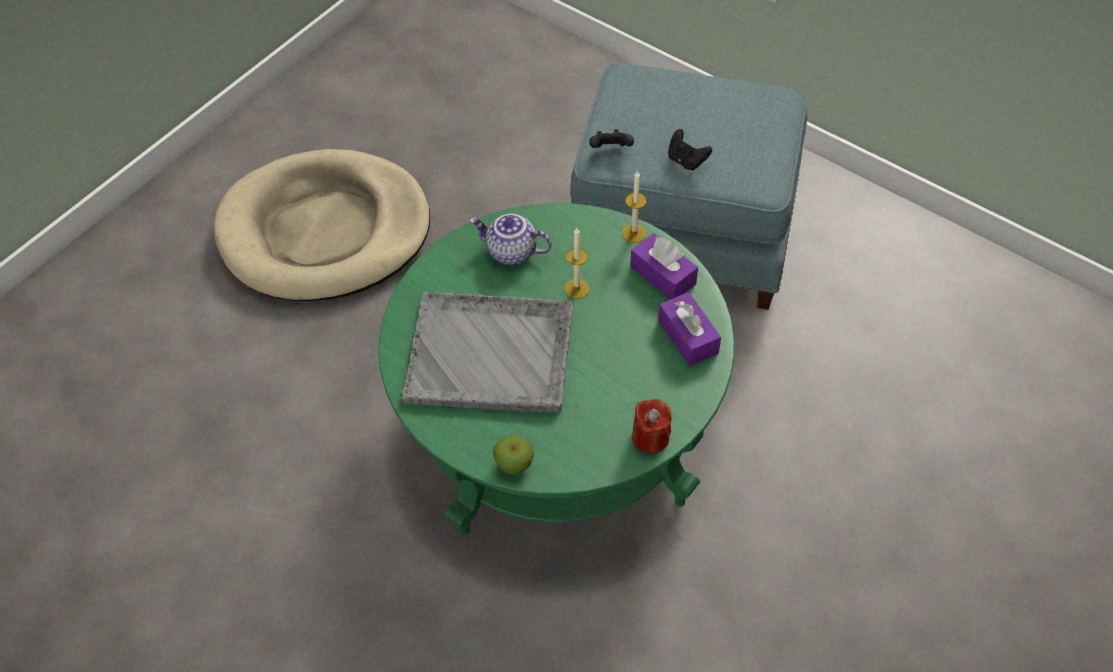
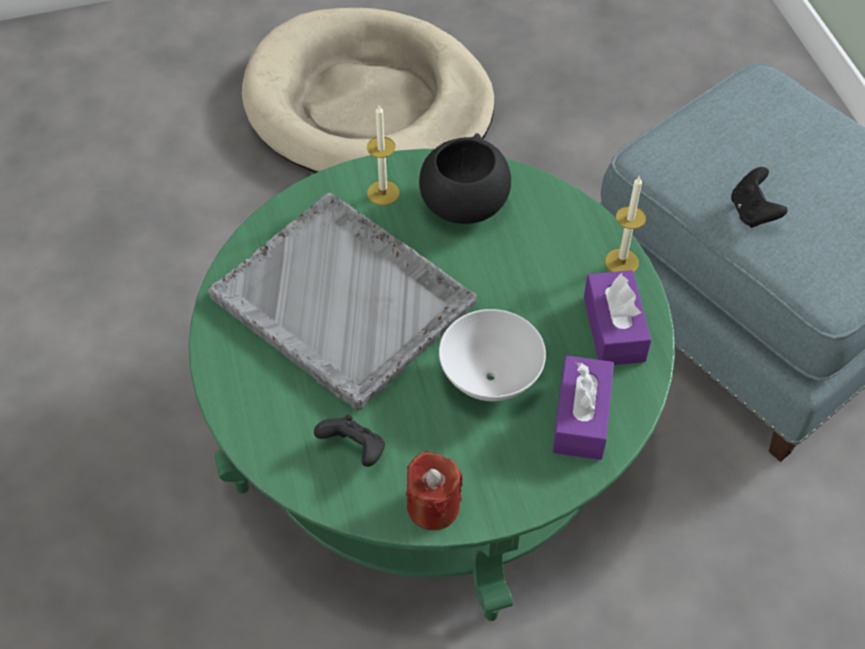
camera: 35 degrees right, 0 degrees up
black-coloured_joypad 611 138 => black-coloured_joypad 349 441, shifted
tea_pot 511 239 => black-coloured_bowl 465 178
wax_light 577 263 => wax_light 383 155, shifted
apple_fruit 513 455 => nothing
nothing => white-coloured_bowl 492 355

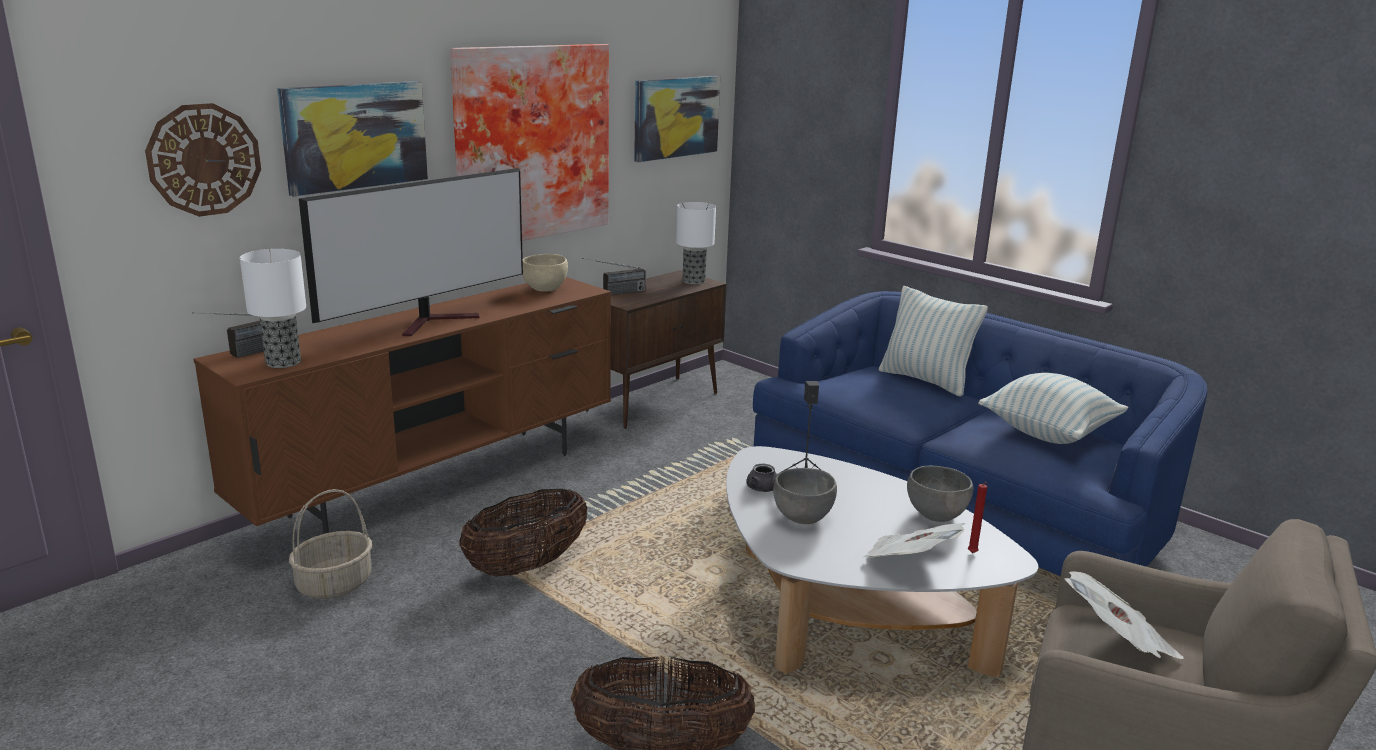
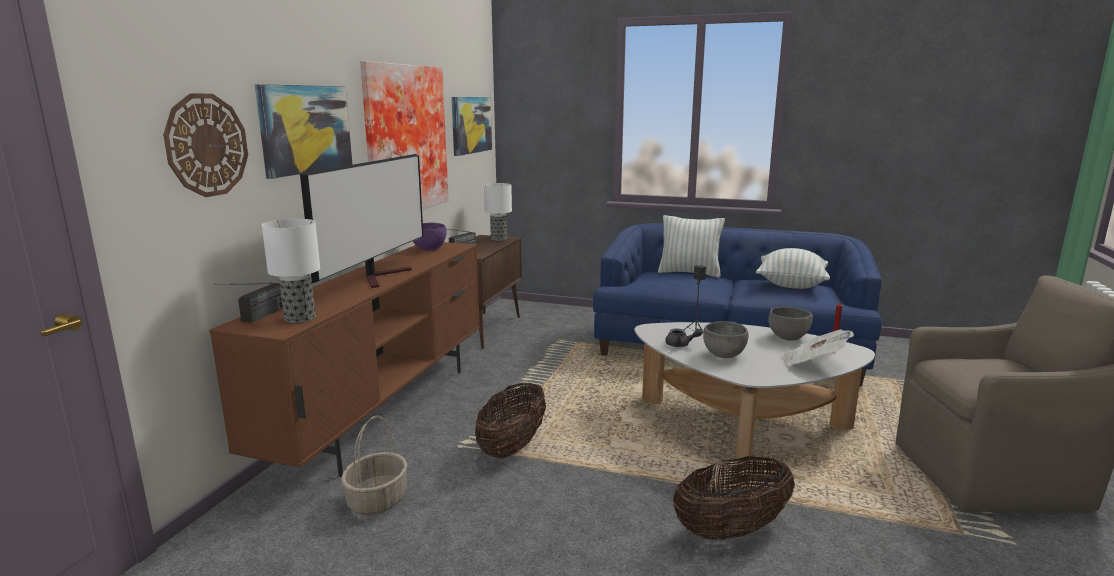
camera: 25 degrees left, 5 degrees down
beige-coloured_bowl 545 273 => purplish_bowl 430 236
newspaper 1124 615 => nothing

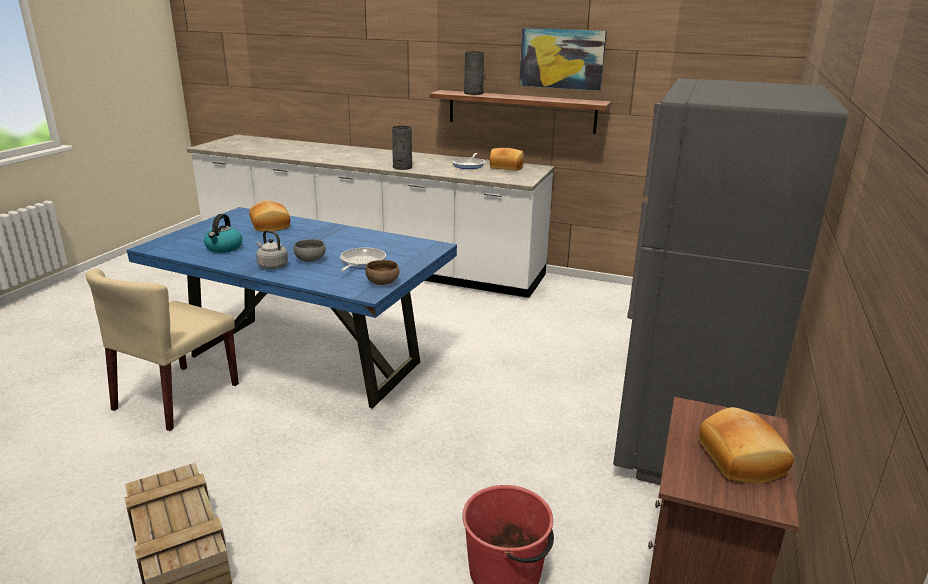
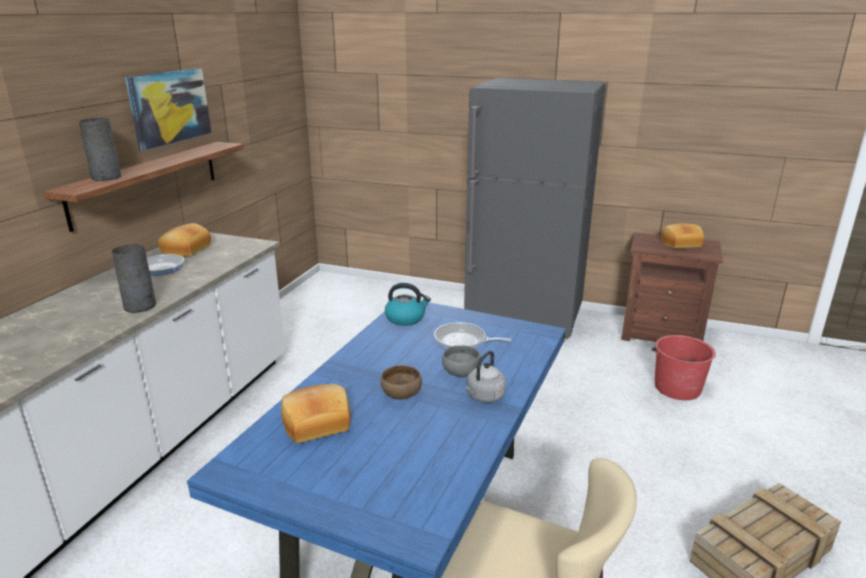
camera: 90 degrees left, 0 degrees up
water_kettle 223 233 => water_kettle 408 304, shifted
brownish_bowl 382 272 => brownish_bowl 401 382, shifted

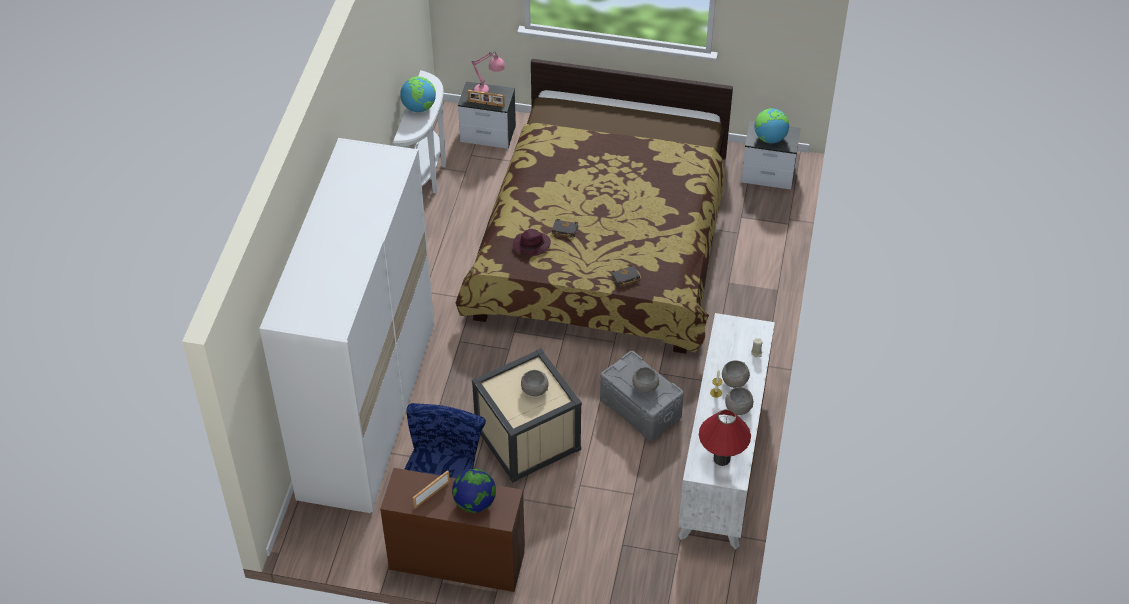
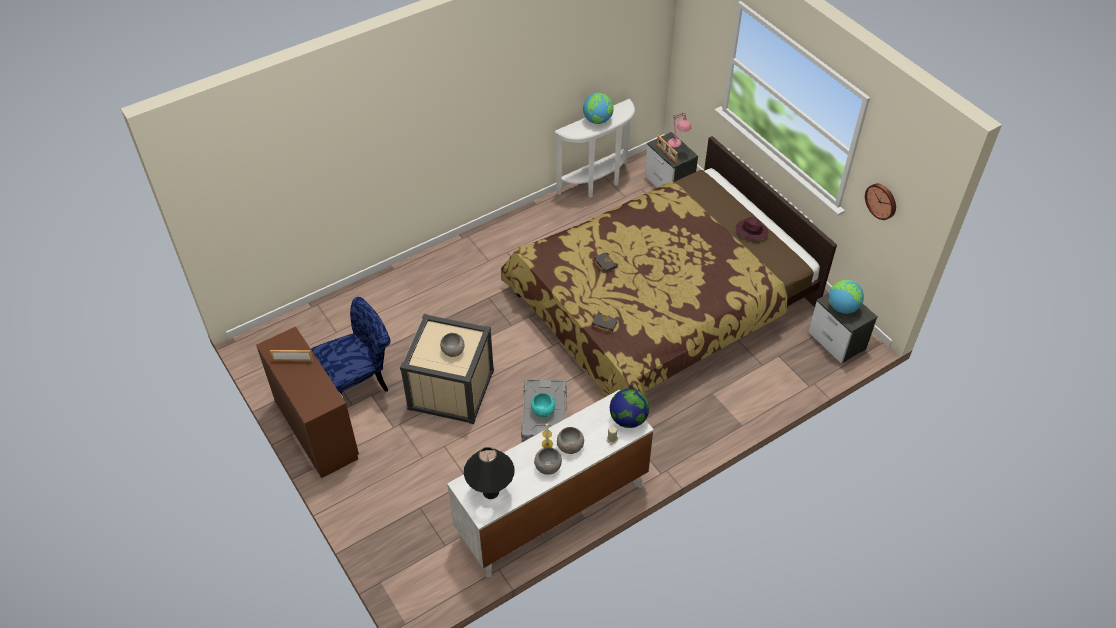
camera: 45 degrees right, 0 degrees up
white-coloured_armoire 346 325 => nothing
purplish_hat 532 242 => purplish_hat 752 229, shifted
gray_bowl 645 380 => blue-green_bowl 543 405
reddish_table_lamp 725 437 => black-coloured_table_lamp 489 473
desk_globe 474 491 => desk_globe 629 408, shifted
nothing => clock_on_the_wall 880 202

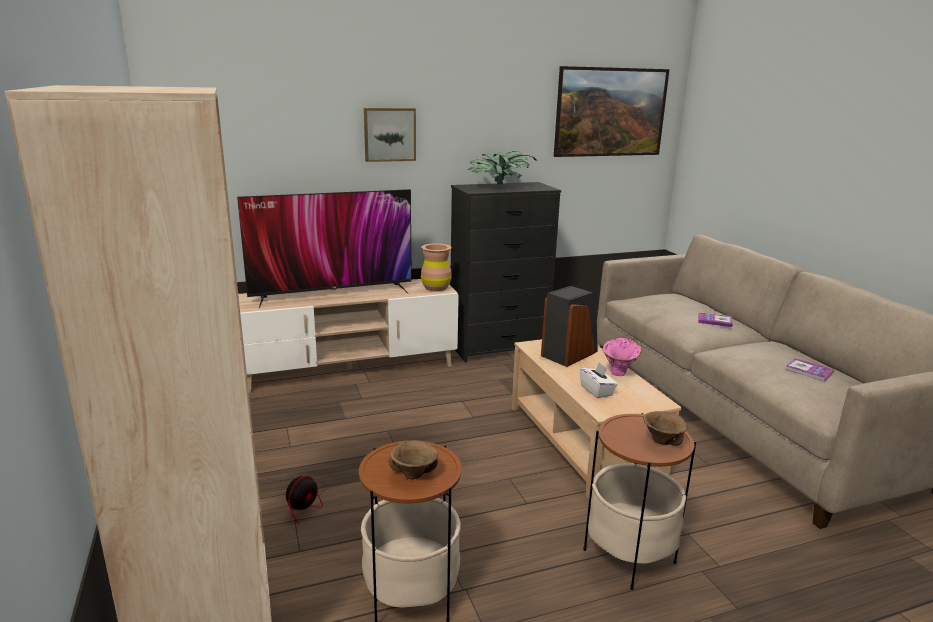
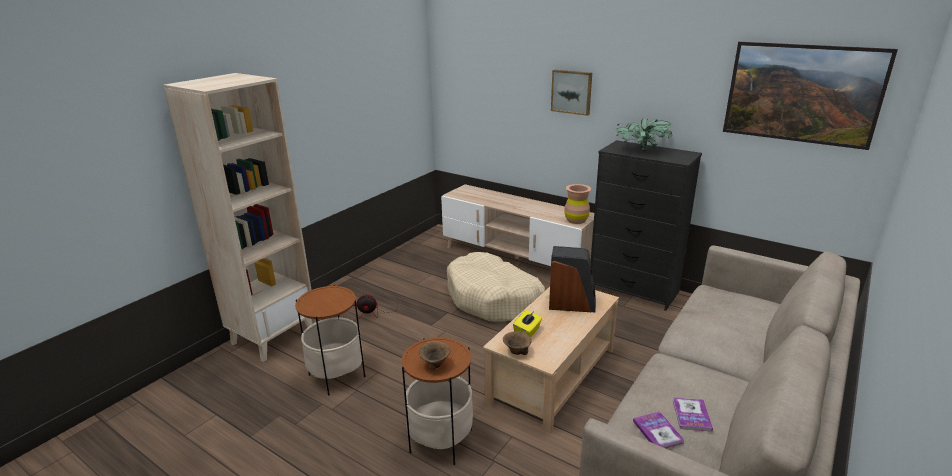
camera: 55 degrees right, 5 degrees up
television 324 248 => nothing
volume 715 319 => volume 658 429, shifted
pink-coloured_flower_vase 622 357 => nothing
white-coloured_tissue_box 598 380 => yellow_tissue_box 527 324
brownish_bowl 413 459 => brownish_bowl 517 343, shifted
nothing => beige-coloured_pet_bed 496 287

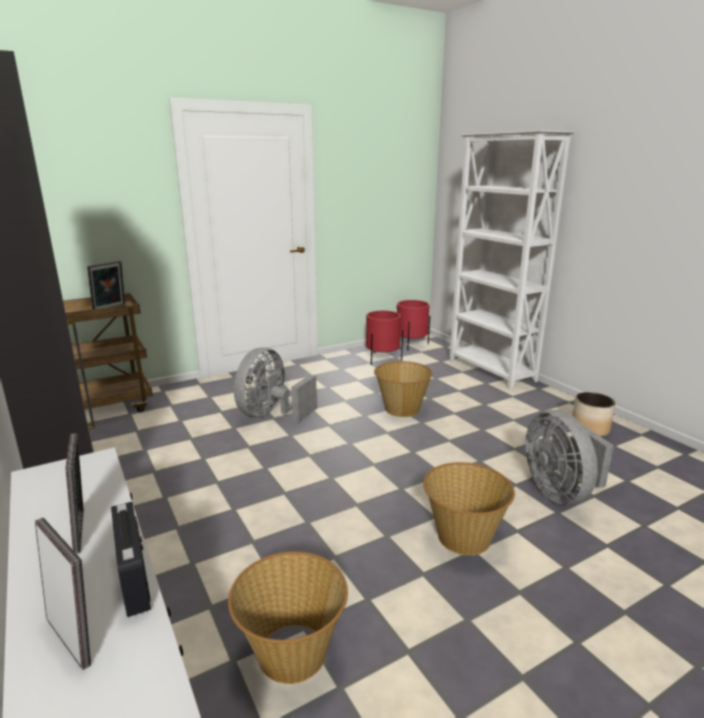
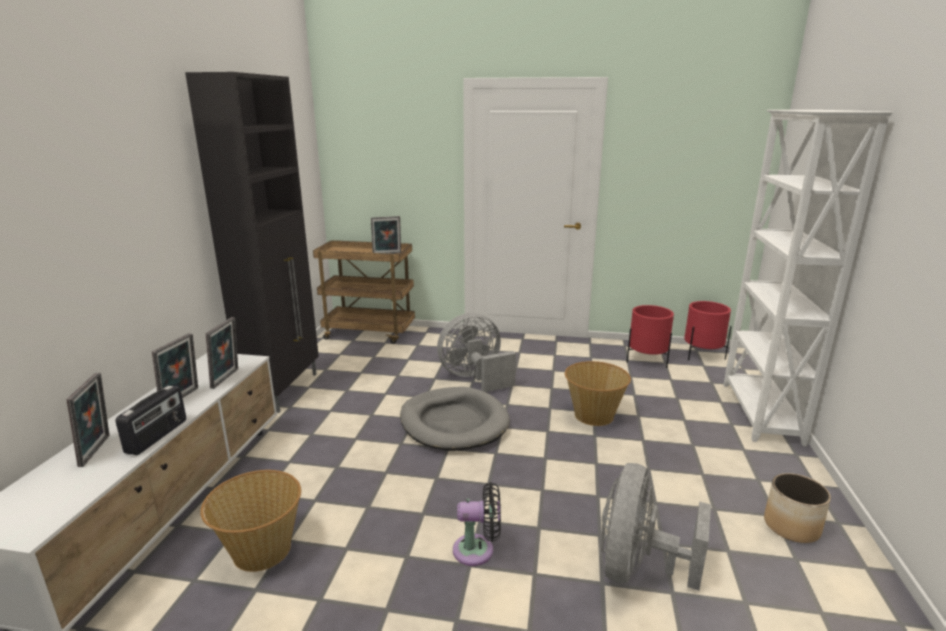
camera: 40 degrees right, 0 degrees up
storage_basket 469 508 => black-coloured_electric_fan 477 524
nothing => picture_frame 222 353
nothing => gray_pet_bed 455 419

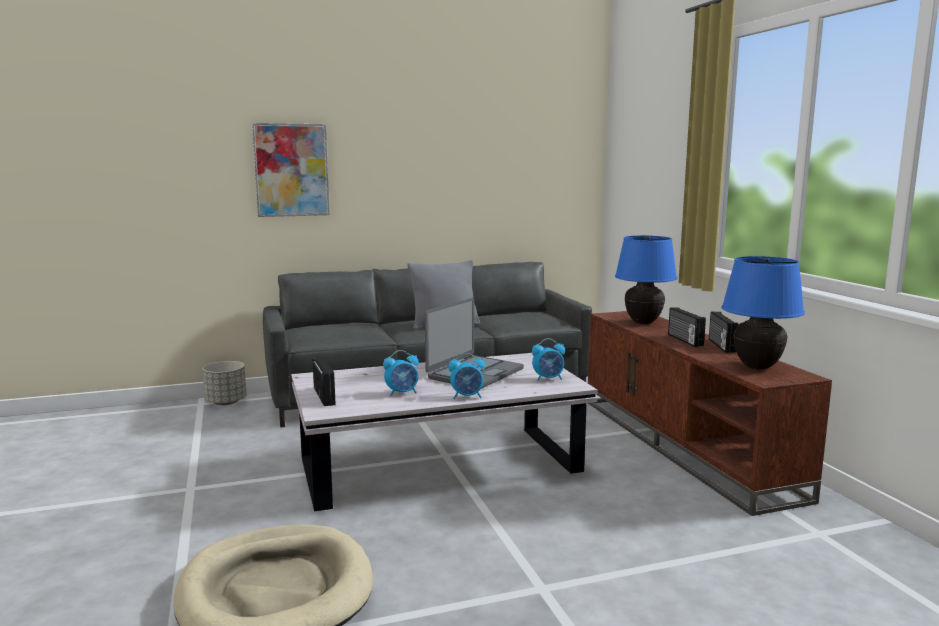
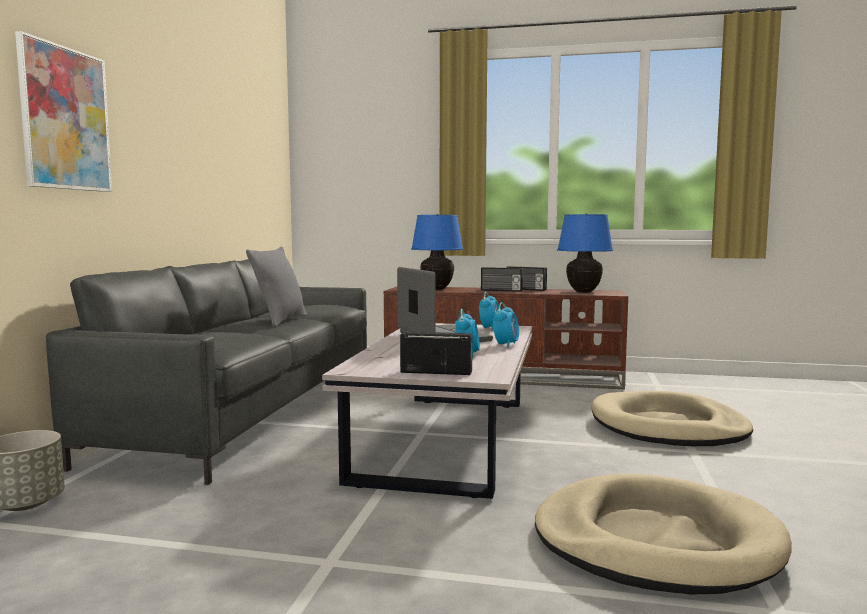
camera: 60 degrees left, 5 degrees down
nothing => beige-coloured_pet_bed 672 418

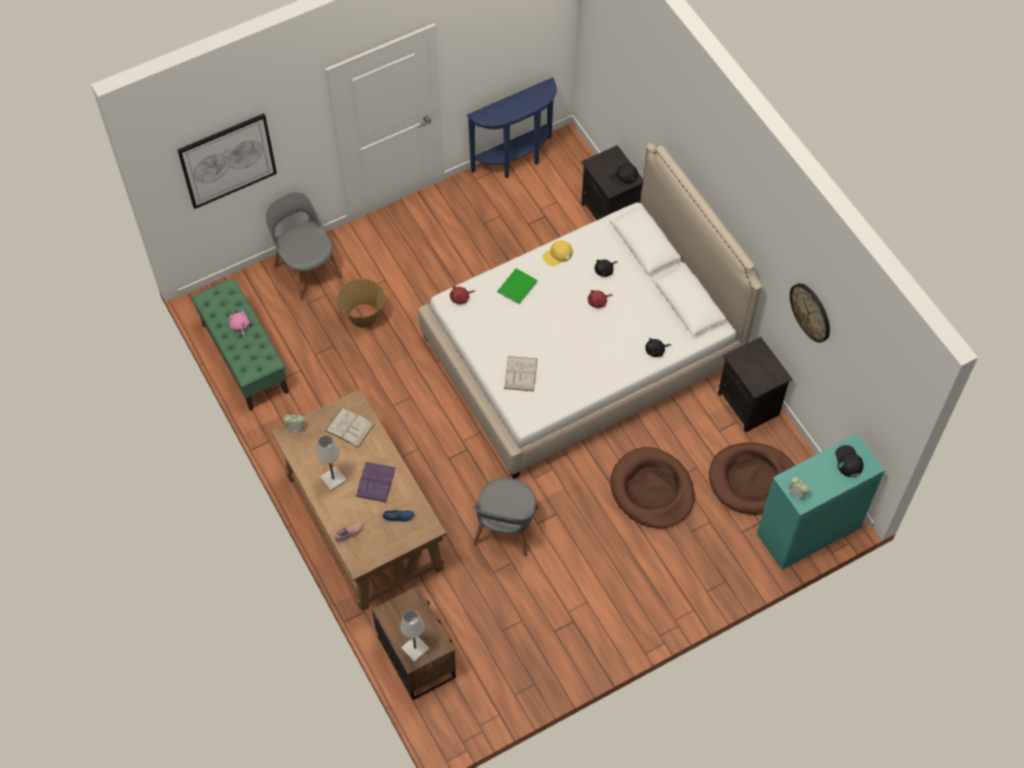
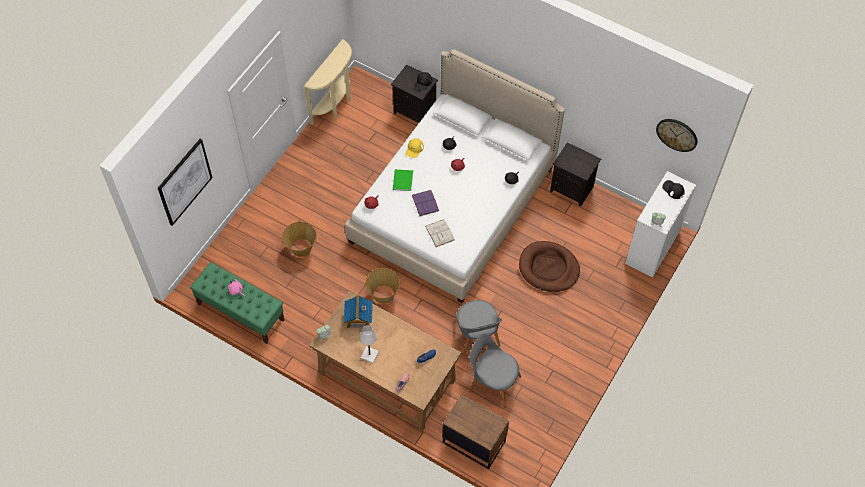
camera: 30 degrees left, 0 degrees up
bluish_narrow_table 512 128 => beige-coloured_narrow_table 328 82
gray_chair 304 246 => gray_chair 495 371, shifted
clock_on_the_wall 810 313 => clock_on_the_wall 677 135, shifted
white-coloured_volume 350 428 => model_house 358 311
blue-green_drawer_chest 821 502 => white-coloured_drawer_chest 660 224
brownish_pet_bed 752 478 => nothing
purplish_volume 376 482 => purplish_volume 425 203, shifted
white-coloured_table_lamp 414 636 => nothing
nothing => storage_basket 382 286

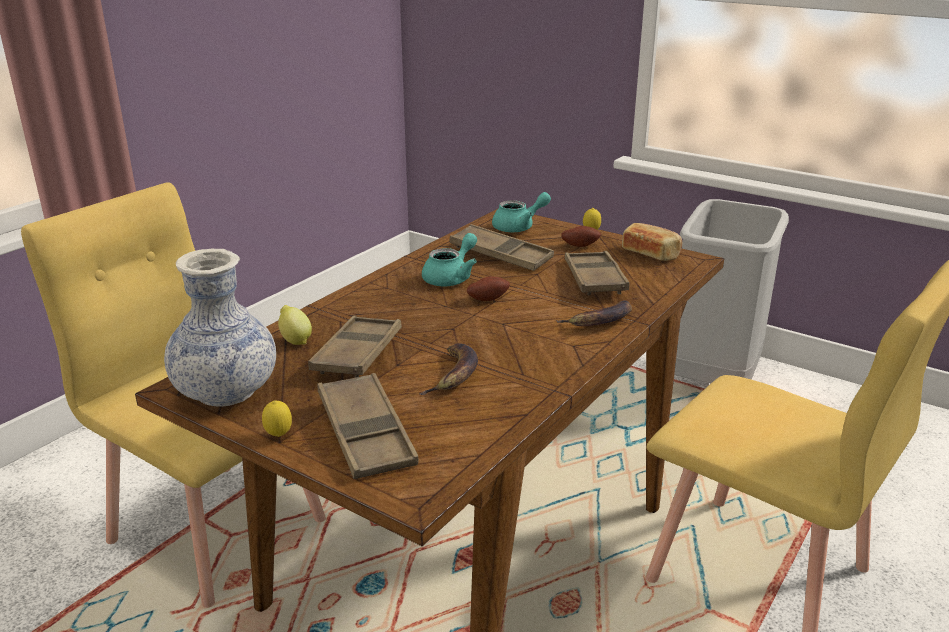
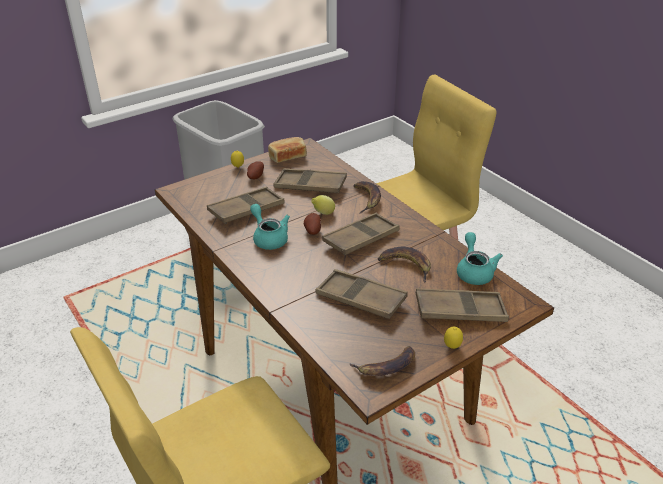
camera: 70 degrees left, 10 degrees up
blue-green_tea_pot 521 212 => blue-green_tea_pot 480 258, shifted
flower_vase 220 328 => whole_banana 382 361
lemon 295 325 => lemon 323 205, shifted
nothing => brownish_tray 360 234

